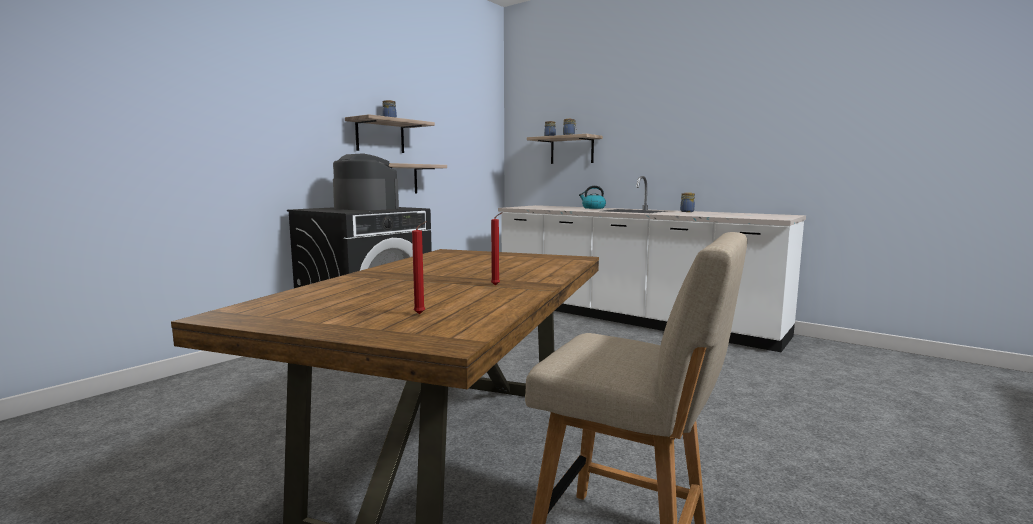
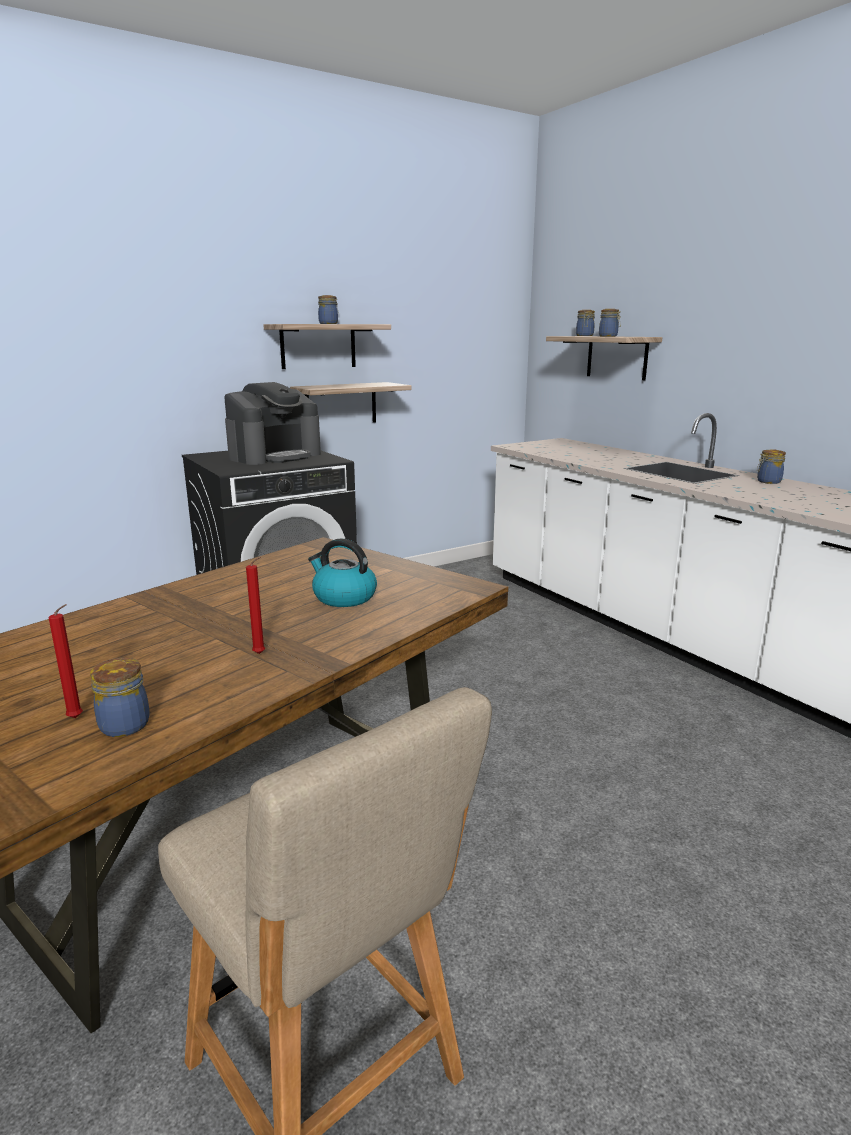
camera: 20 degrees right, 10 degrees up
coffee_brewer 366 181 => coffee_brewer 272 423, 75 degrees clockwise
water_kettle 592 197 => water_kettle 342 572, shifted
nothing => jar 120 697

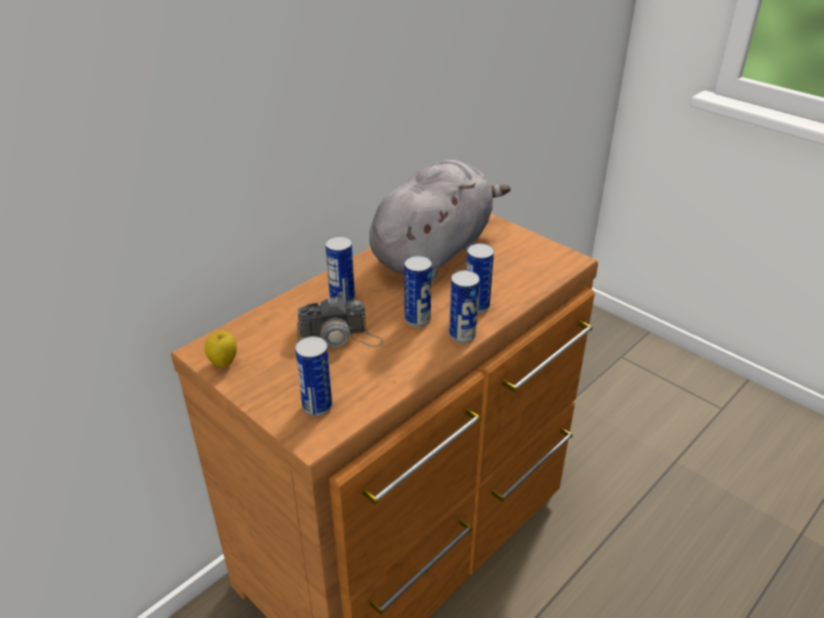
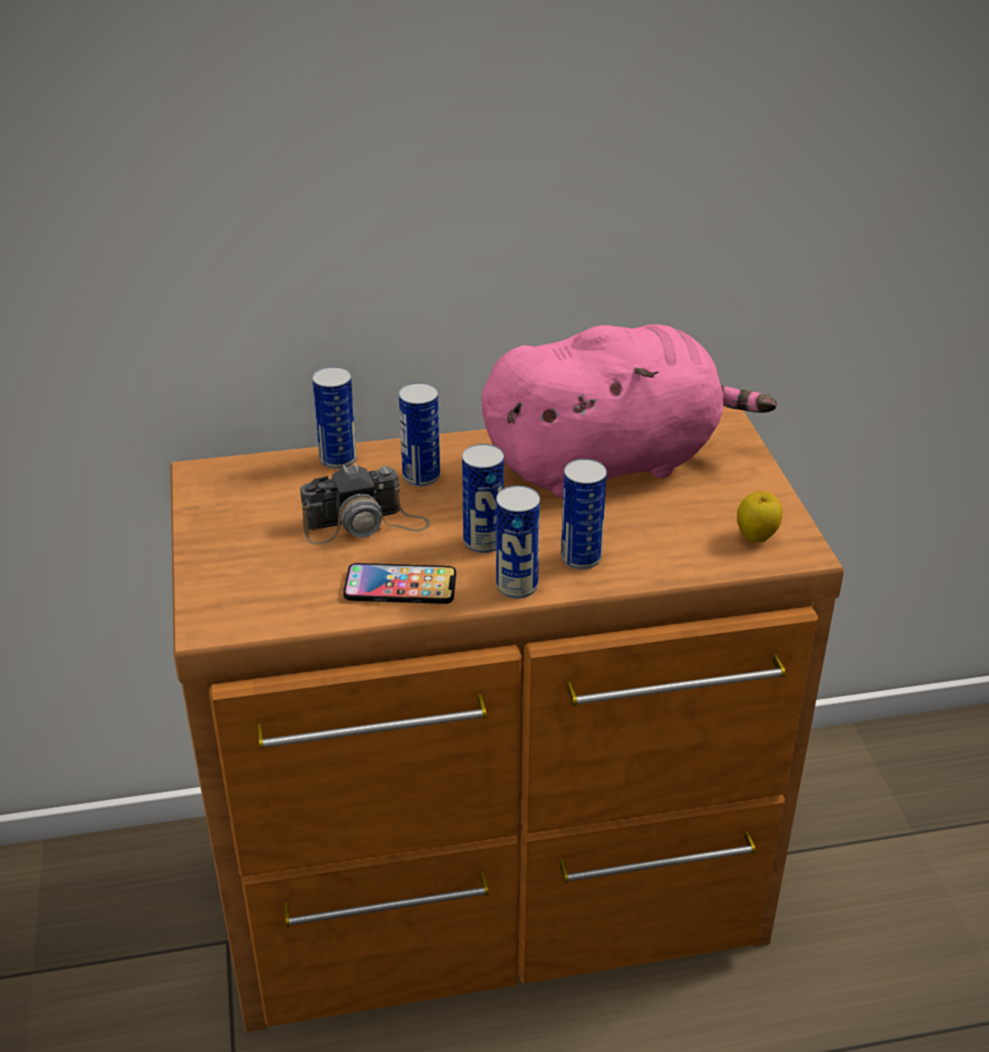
camera: 35 degrees right, 0 degrees up
gray_cuddly_toy 440 220 => pink-coloured_cuddly_toy 629 411
still_camera 340 322 => still_camera 365 503, 45 degrees counterclockwise
apple_fruit 221 349 => apple_fruit 760 516, shifted
metal_can 313 376 => metal_can 334 417, shifted
nothing => phone 399 583

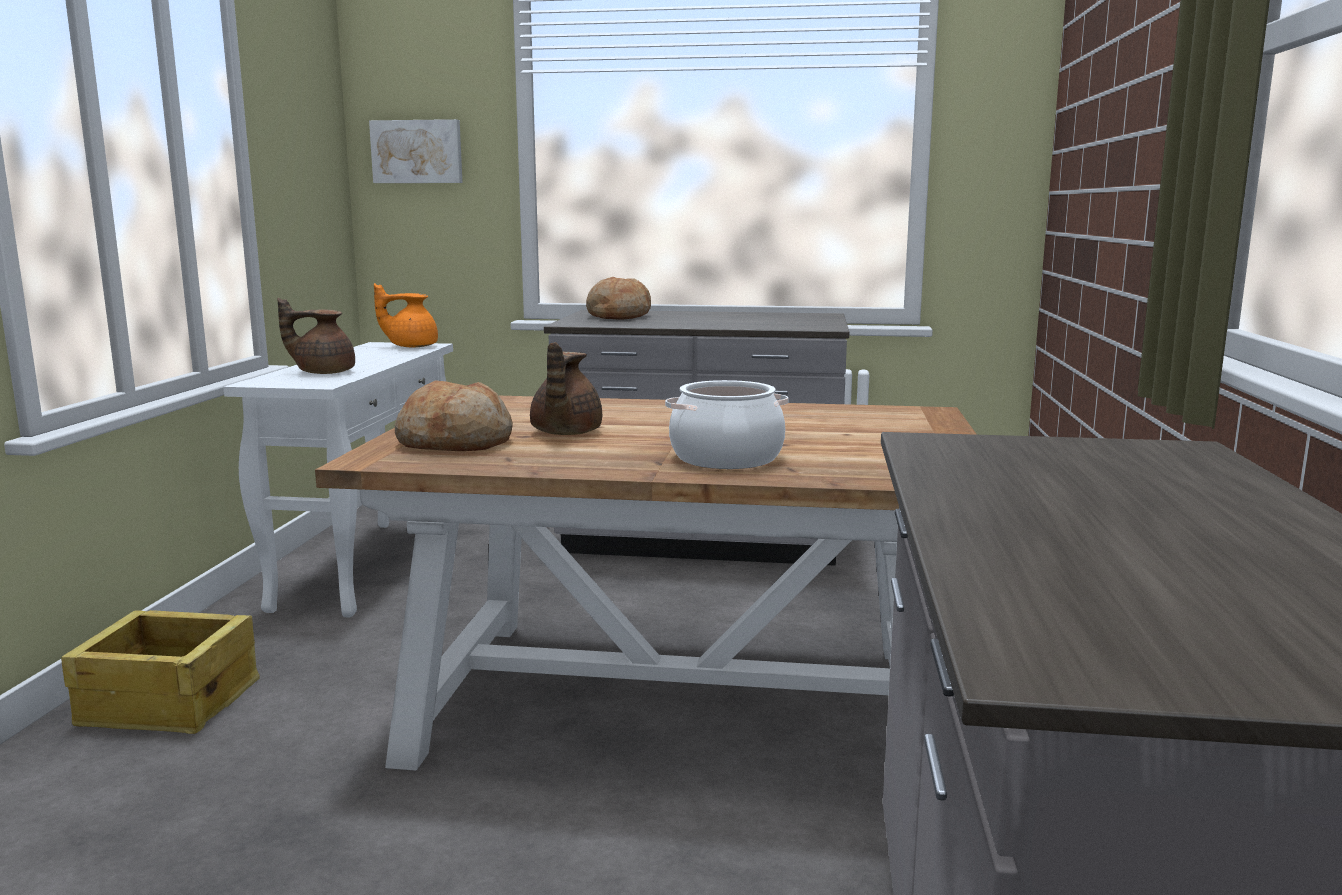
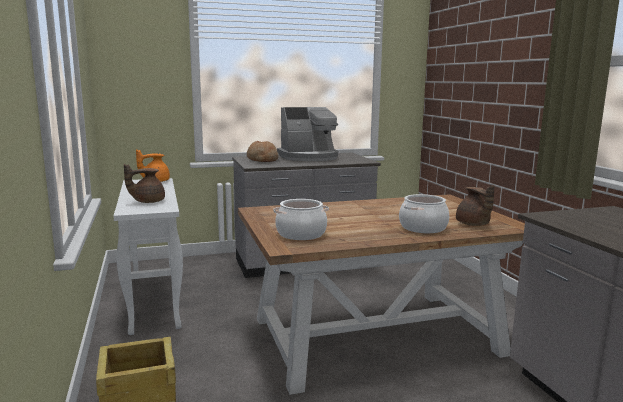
camera: 25 degrees left, 0 degrees up
picture 416 151 => nothing
brownish_tea_pot 566 388 => brownish_tea_pot 475 205, shifted
bread 454 415 => saucepot 301 219
nothing => coffee_brewer 307 134

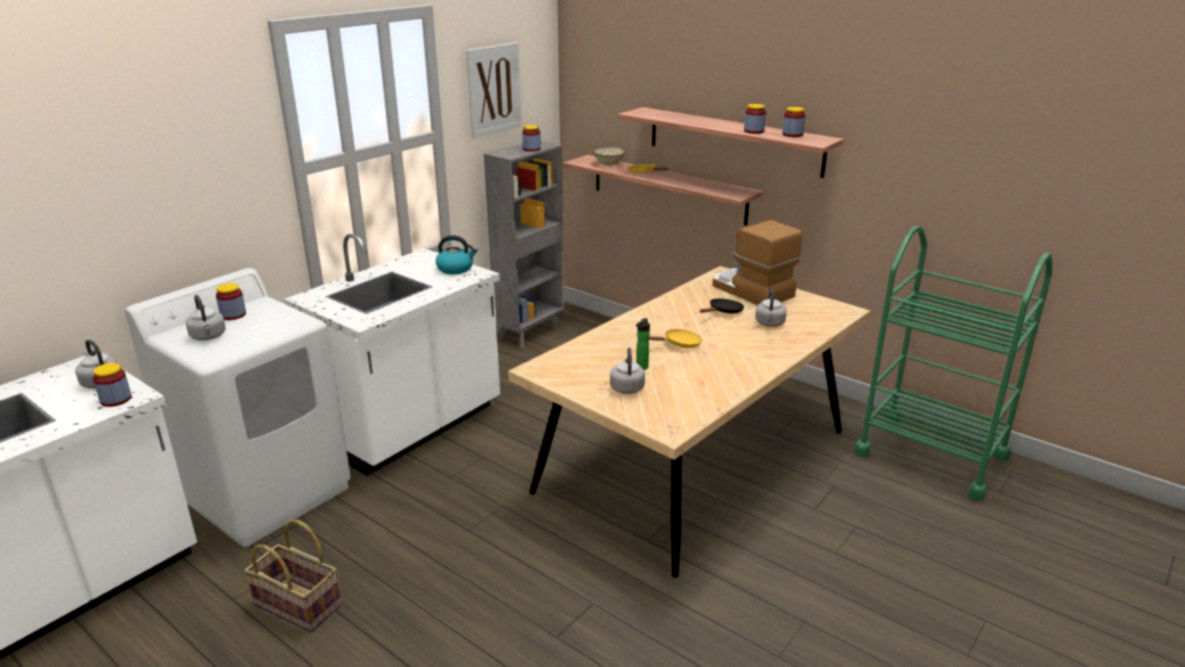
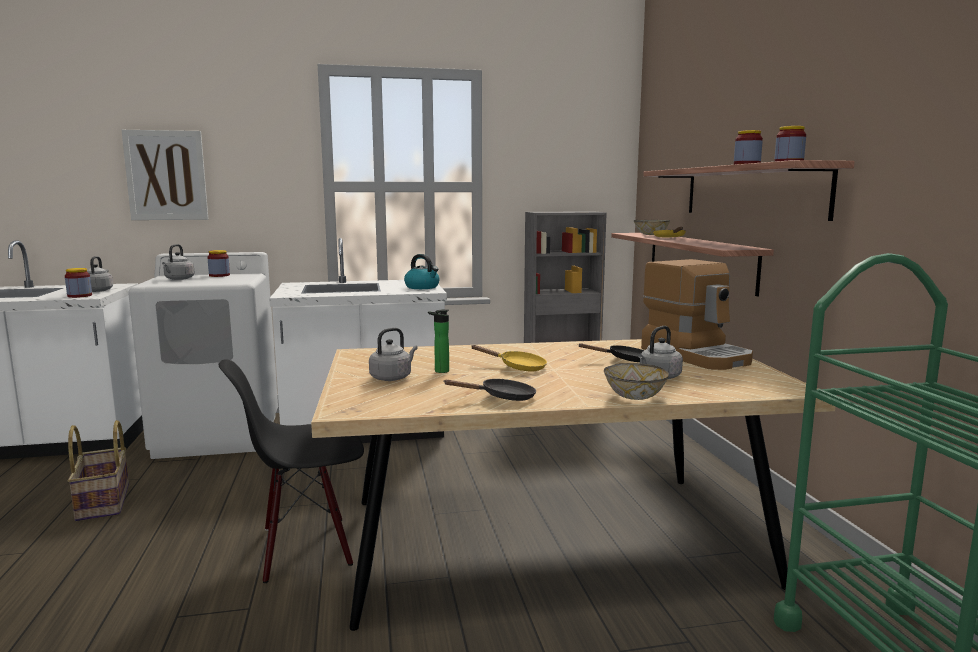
camera: 40 degrees right, 15 degrees down
picture 493 90 => picture 164 175, shifted
jar 531 138 => nothing
coffee_brewer 757 262 => coffee_brewer 697 314, 150 degrees clockwise
nothing => black-coloured_chair 291 471
nothing => bowl 636 381
nothing => black-coloured_frying_pan 489 390

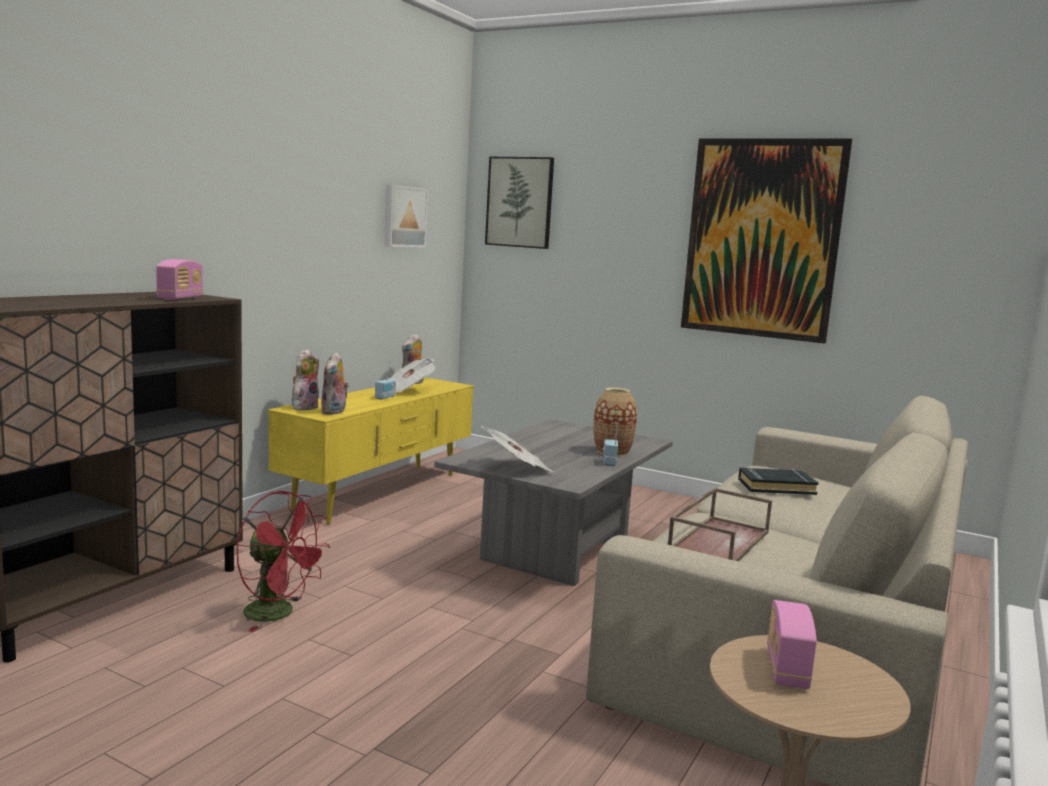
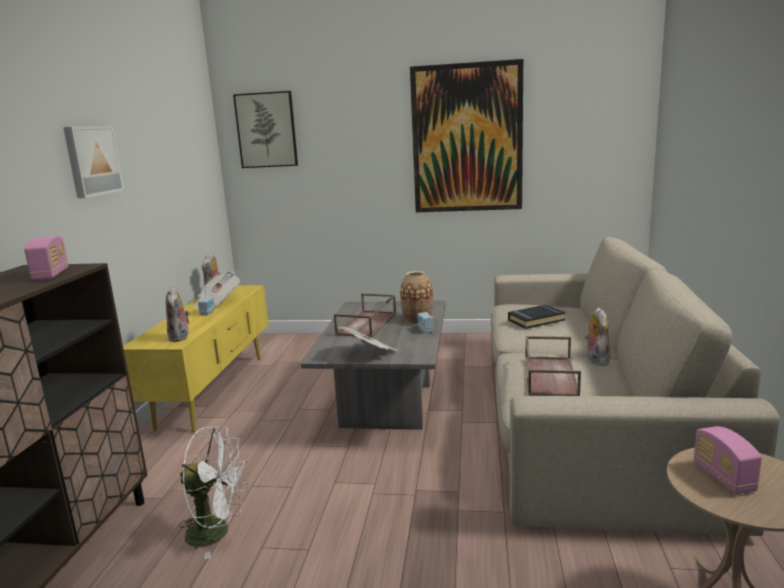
camera: 20 degrees left, 5 degrees up
picture 406 216 => picture 93 162, shifted
cuddly_toy 305 380 => cuddly_toy 597 336, shifted
reddish_electric_fan 283 561 => white-coloured_electric_fan 213 493
nothing => brownish_tray 365 315

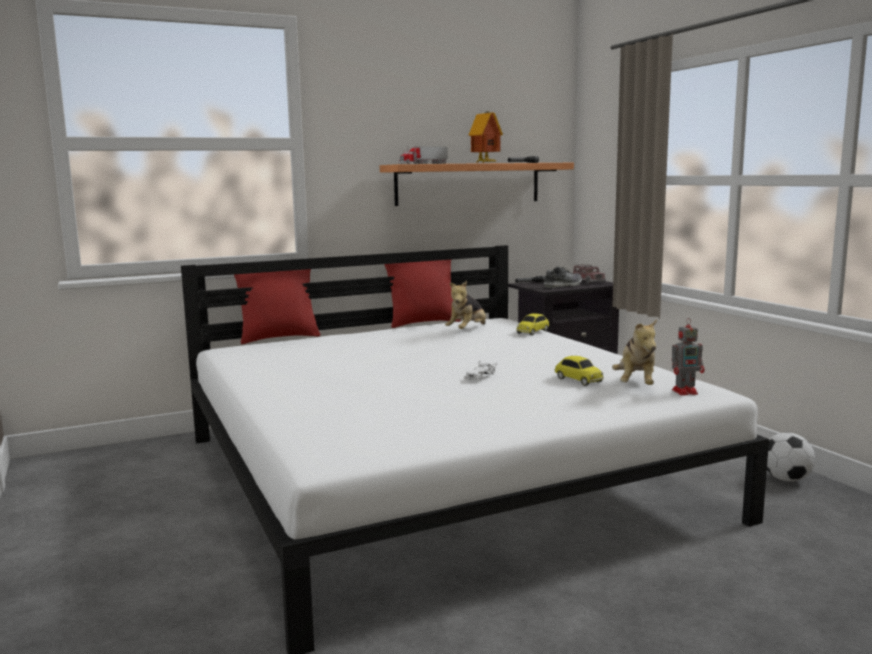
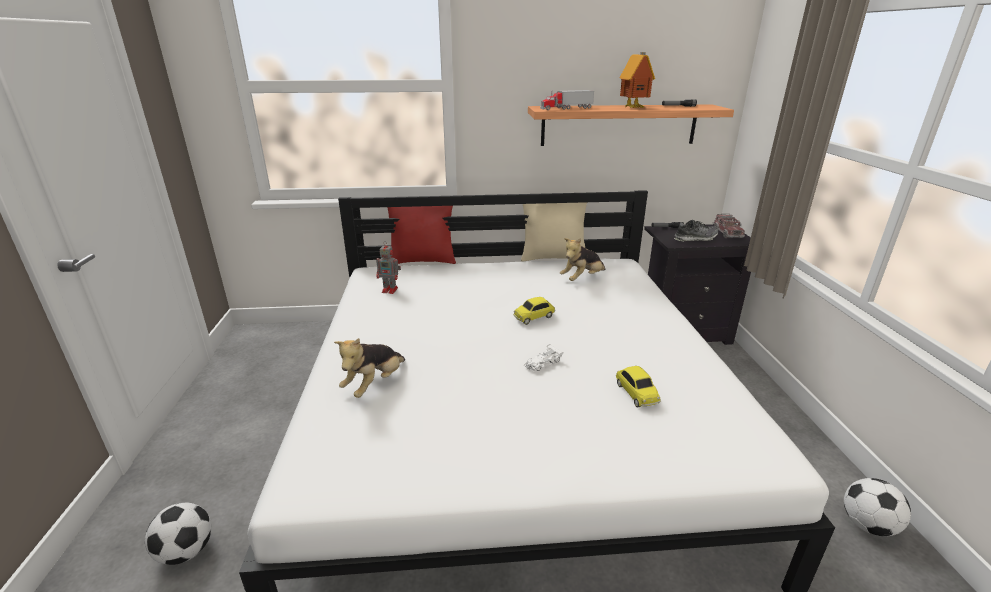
camera: 20 degrees right, 15 degrees up
reddish_pillow 422 294 => beige-coloured_pillow 554 232
model_car 532 324 => model_car 534 311, shifted
toy_robot 688 357 => toy_robot 388 267, shifted
cuddly_toy 634 352 => cuddly_toy 369 368, shifted
nothing => ball_for_football 178 534

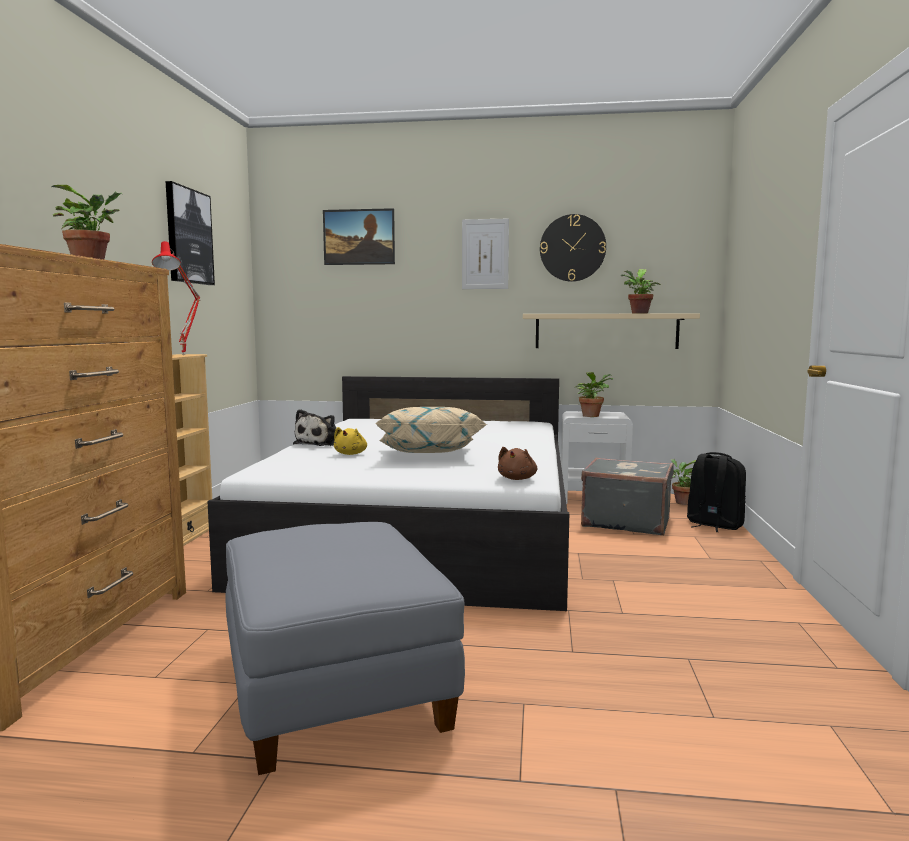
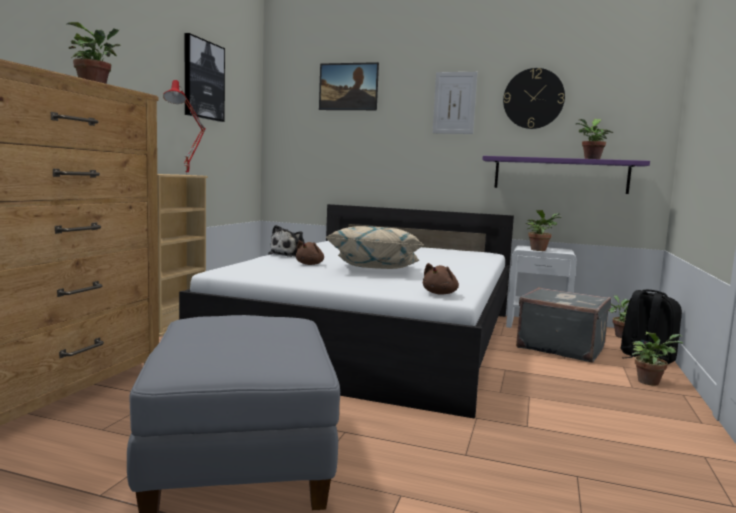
camera: 10 degrees right, 0 degrees up
beige-coloured_bracket_shelf 611 331 => purplish_bracket_shelf 566 175
yellow_cuddly_toy 350 441 => brownish_cuddly_toy 310 252
nothing => plant_in_a_pot 657 359

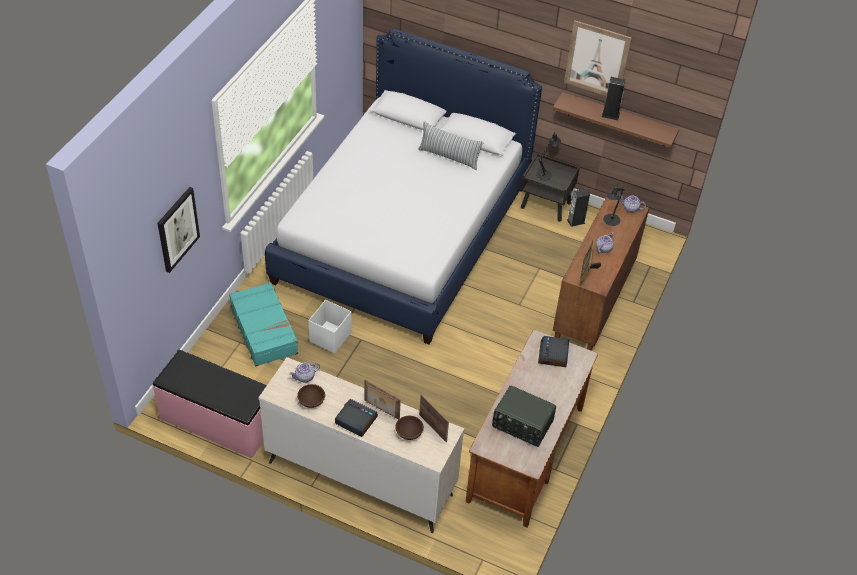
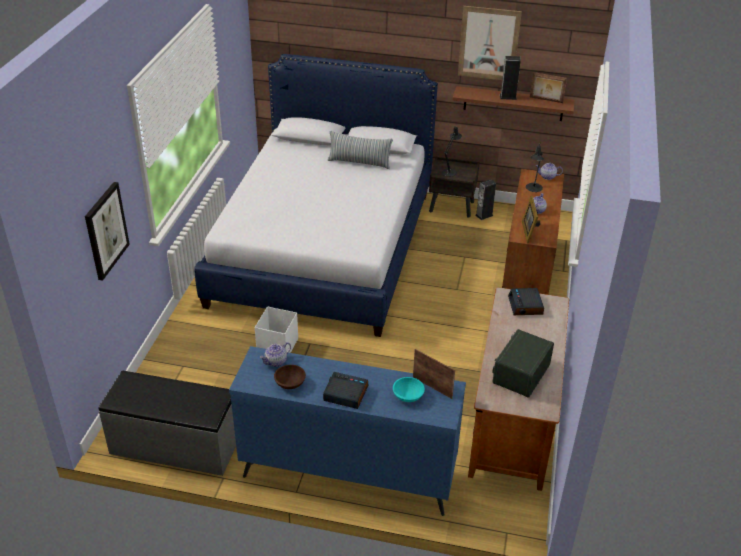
camera: 10 degrees left, 10 degrees down
blue-green_suitcase 264 324 => nothing
pink-coloured_bench 210 404 => gray_bench 167 423
beige-coloured_drawer_chest 361 445 => bluish_drawer_chest 347 431
picture_frame 382 400 => picture_frame 548 87, shifted
radio 524 416 => radio 523 363, 105 degrees clockwise
brownish_bowl 409 428 => blue-green_bowl 409 389

